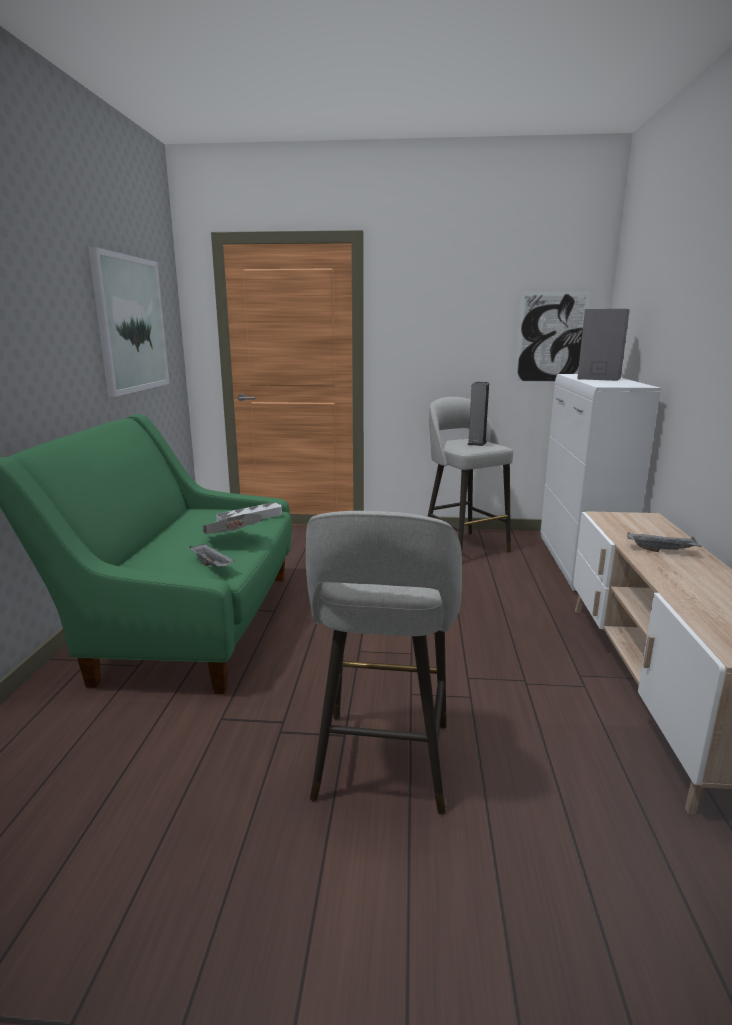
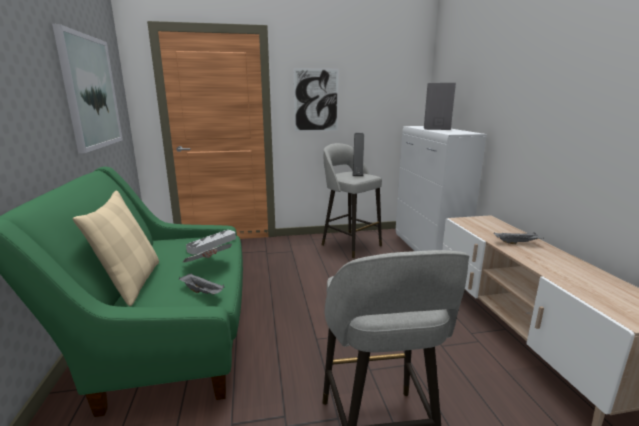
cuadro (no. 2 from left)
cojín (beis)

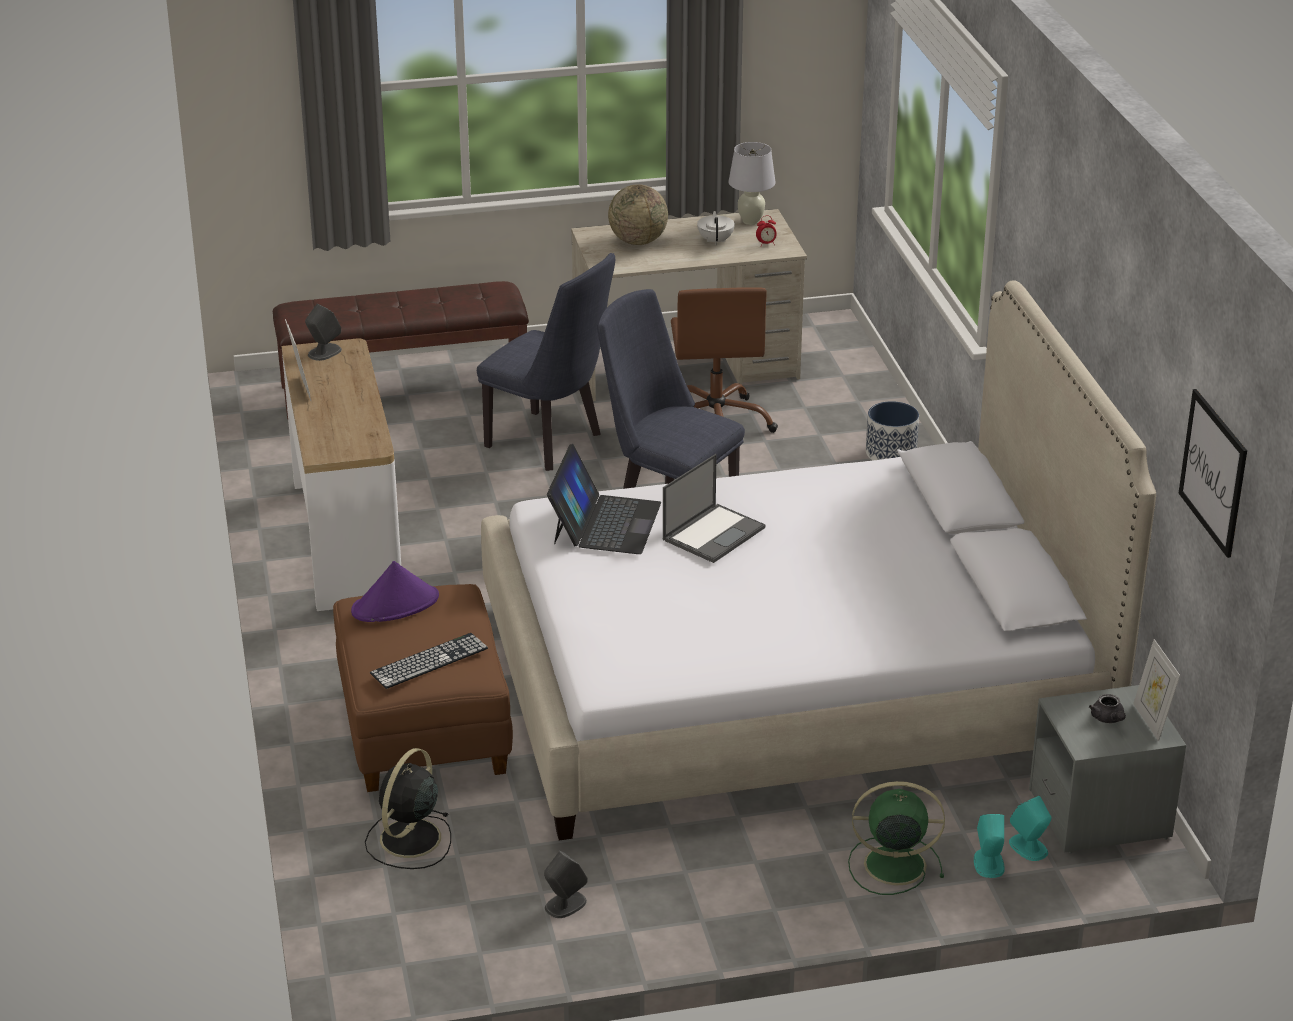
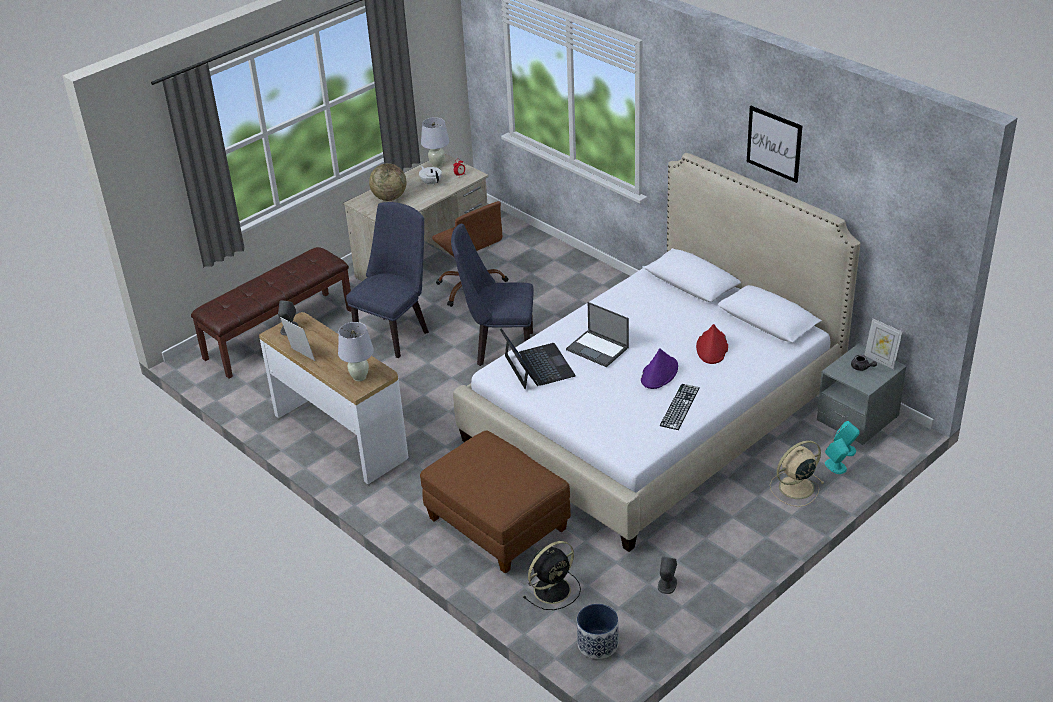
sombrero (morado)
ventilador (negro)
teclado
silla (azul) (no. 1 from left)
portátil (no. 2 from left)
ventilador (beis)
maceta
cuadro
lámpara de mesa (blanco) (no. 1 from left)
sombrero (rojo)

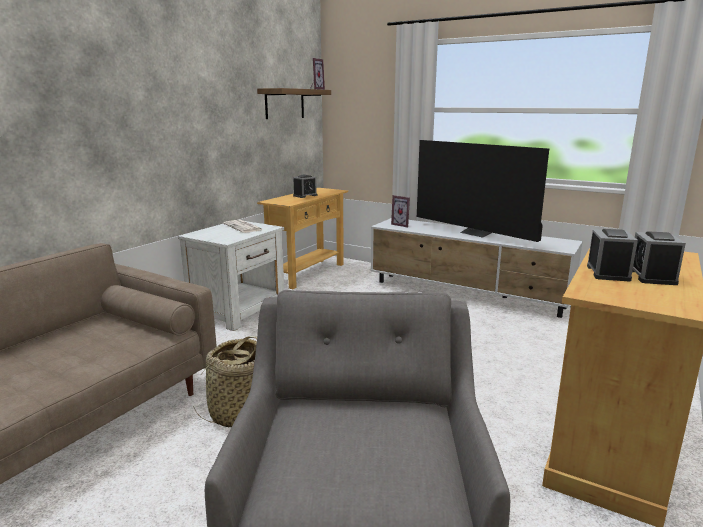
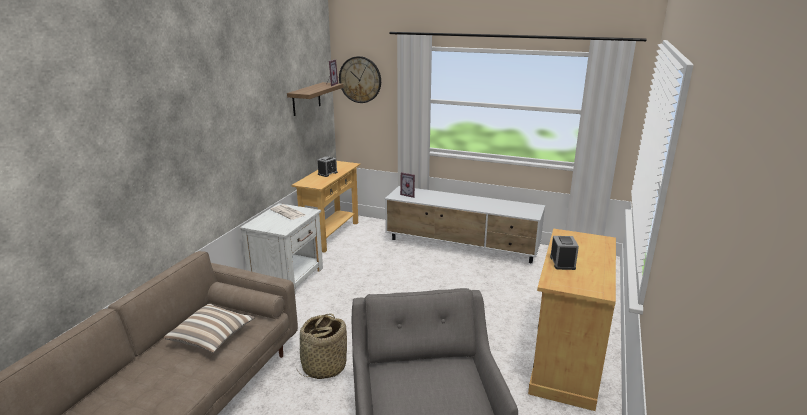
televisor
despertador (no. 3 from left in the first image)
cojín
reloj de pared

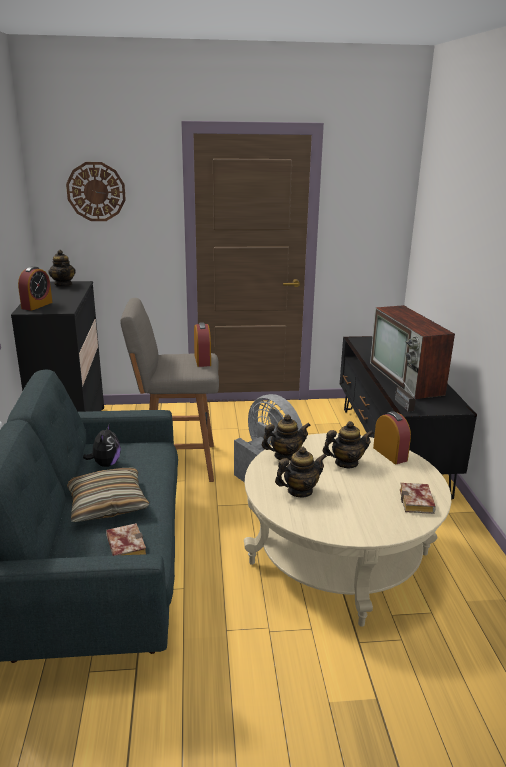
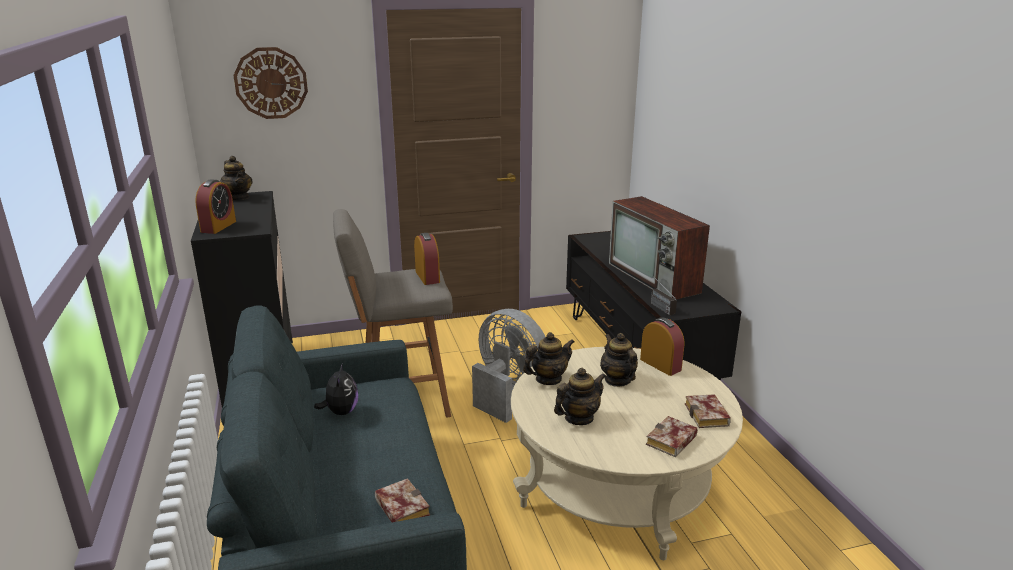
cojín
tetera (no. 4 from left)
libro (no. 2 from left)

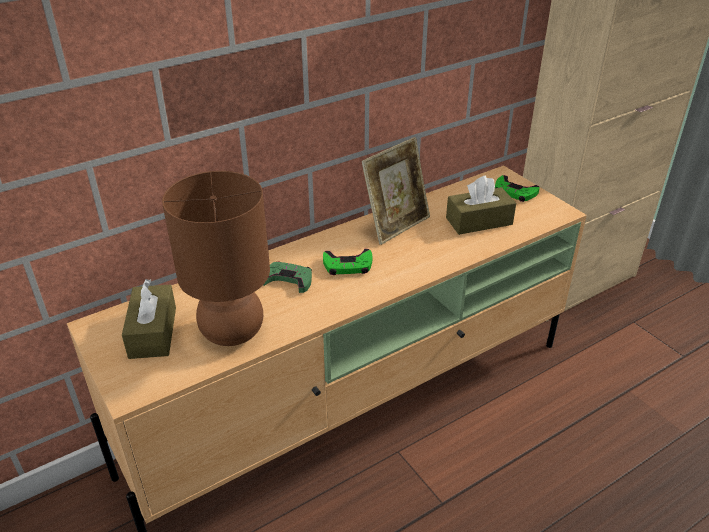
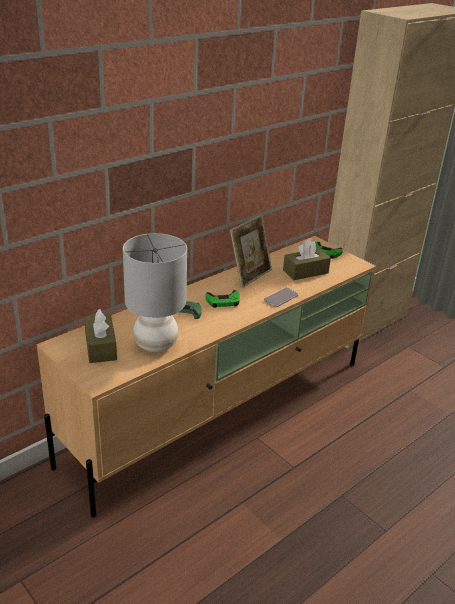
lámpara de mesa (gris)
móvil

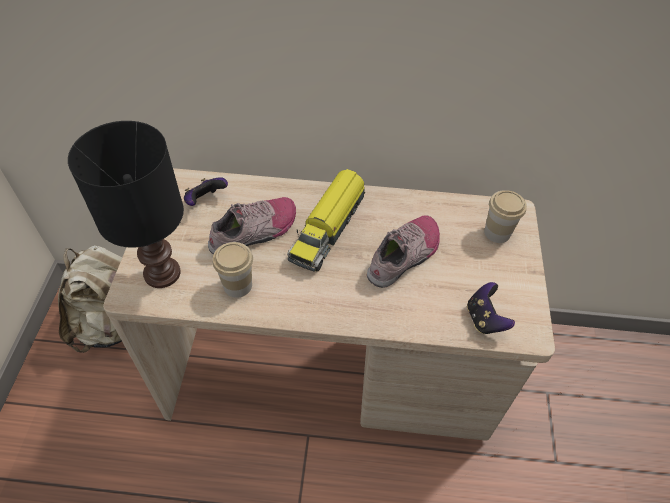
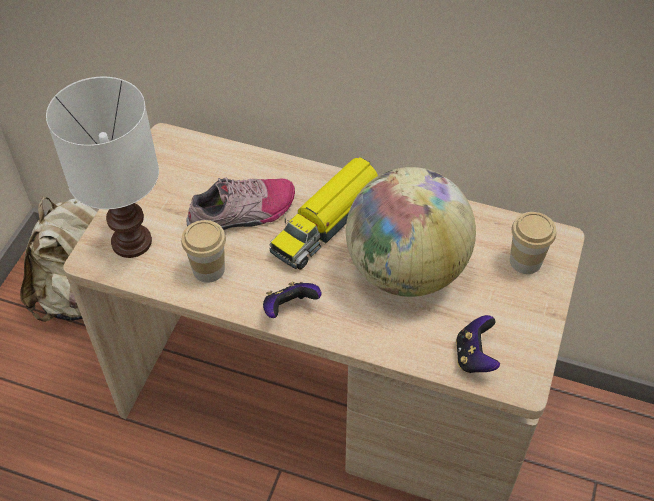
lámpara de mesa (blanco)
mando de consola (no. 1 from left)
globo terráqueo

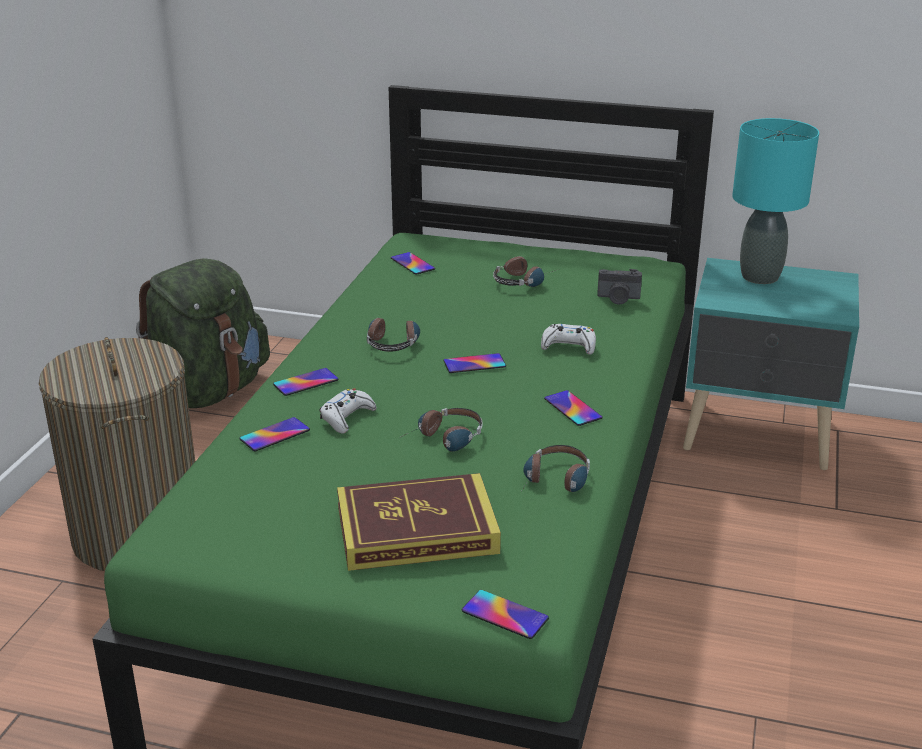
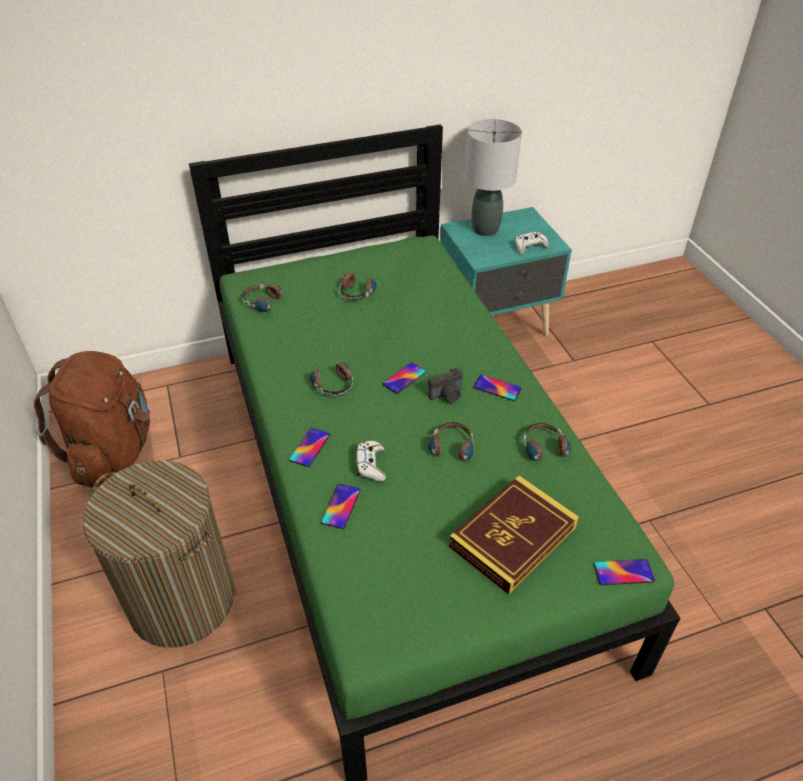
mochila (marrón)
auriculares (no. 1 from left)
mando de consola (blanco) (no. 2 from left)
cámara
lámpara de mesa (gris)

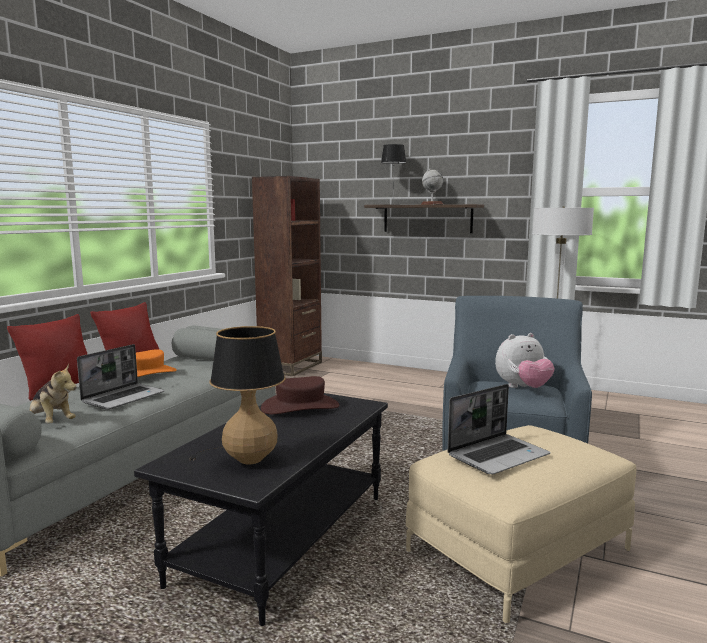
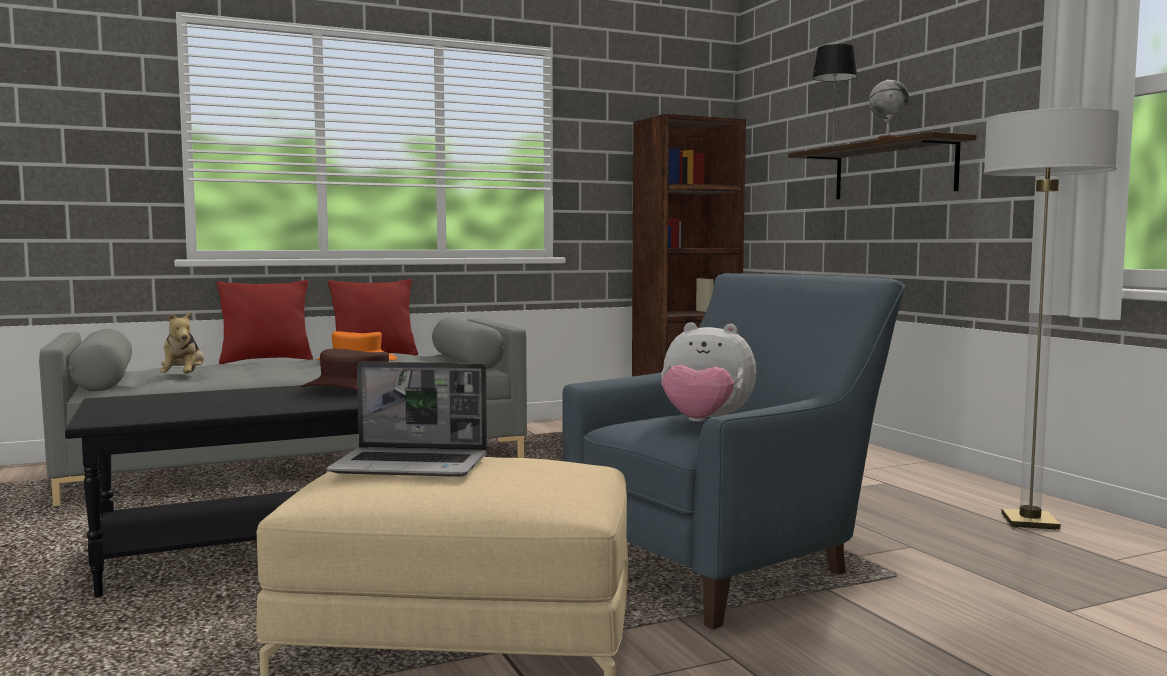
portátil (no. 1 from left in the first image)
lámpara de mesa (no. 1 from left in the first image)

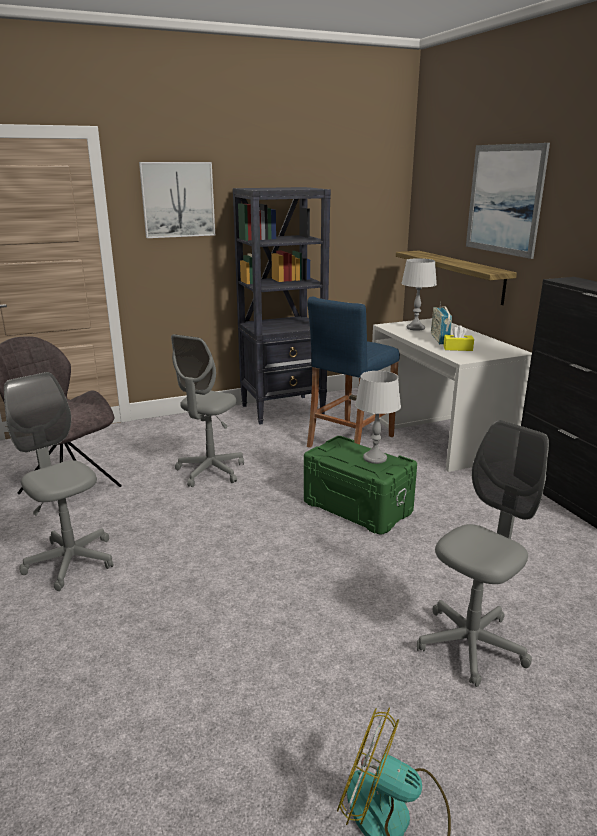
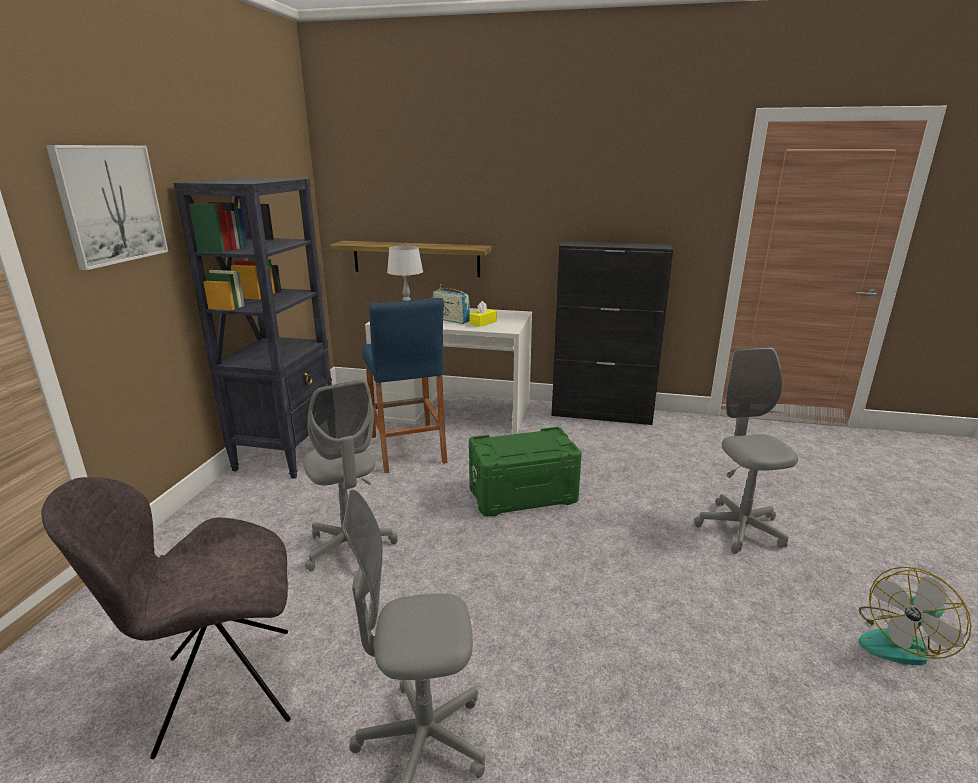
lámpara de mesa (gris) (no. 1 from left in the first image)
cuadro (no. 2 from left in the first image)

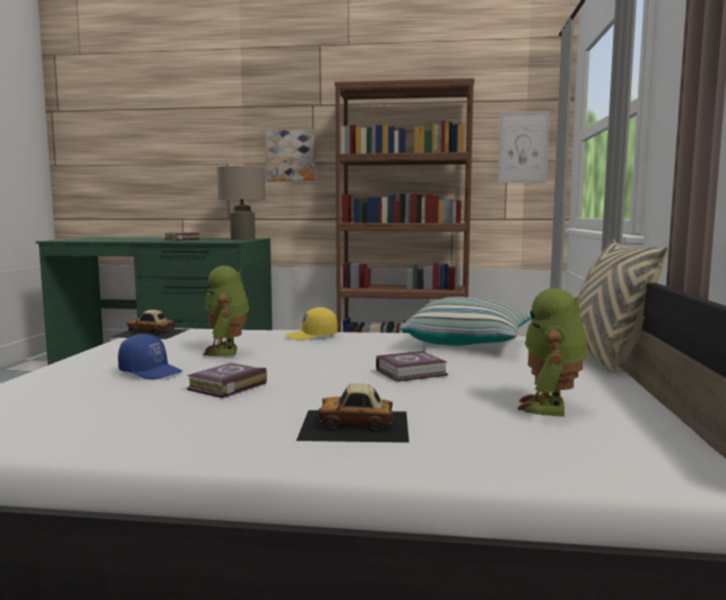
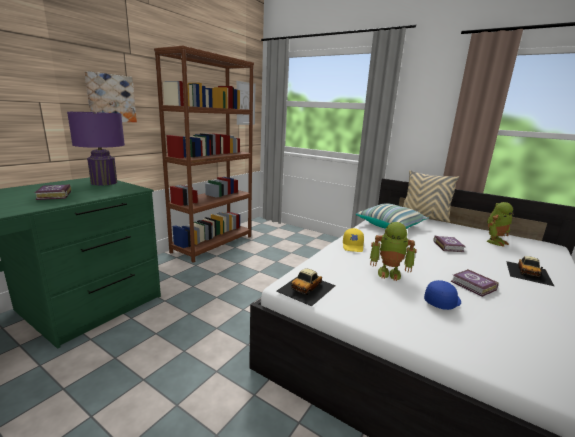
lámpara de mesa (morado)
robot de juguete (no. 2 from left)

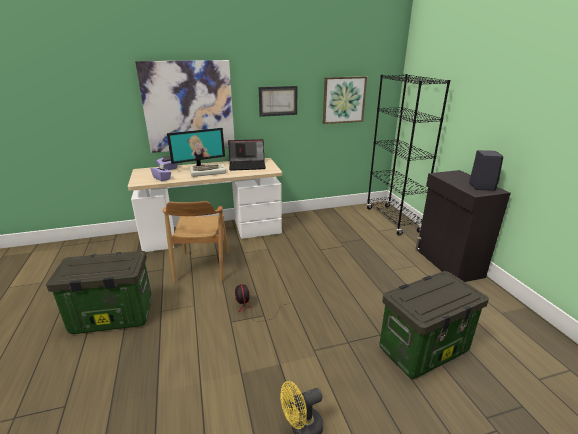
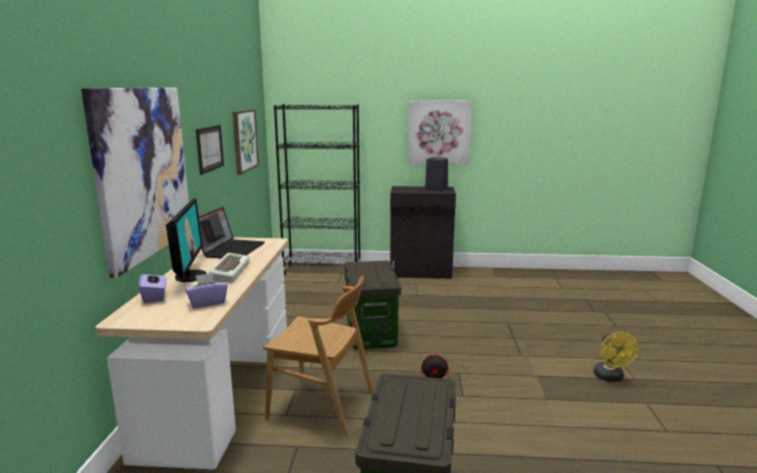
caja de almacenaje (no. 1 from left)
cuadro (no. 4 from left)

